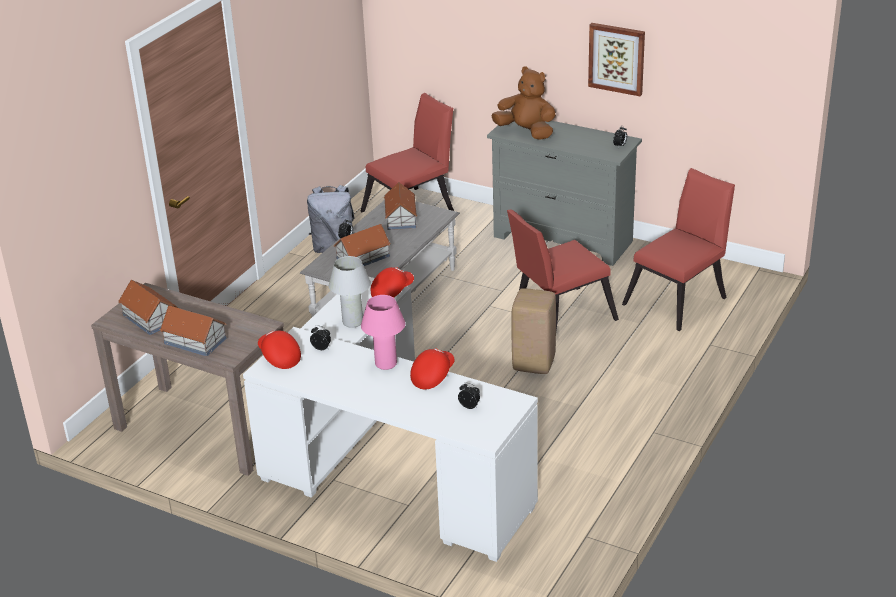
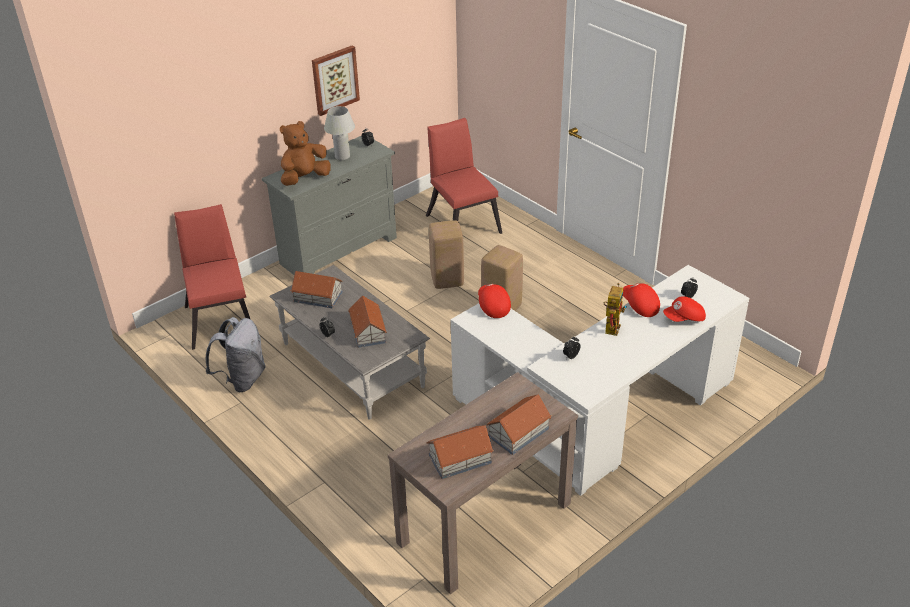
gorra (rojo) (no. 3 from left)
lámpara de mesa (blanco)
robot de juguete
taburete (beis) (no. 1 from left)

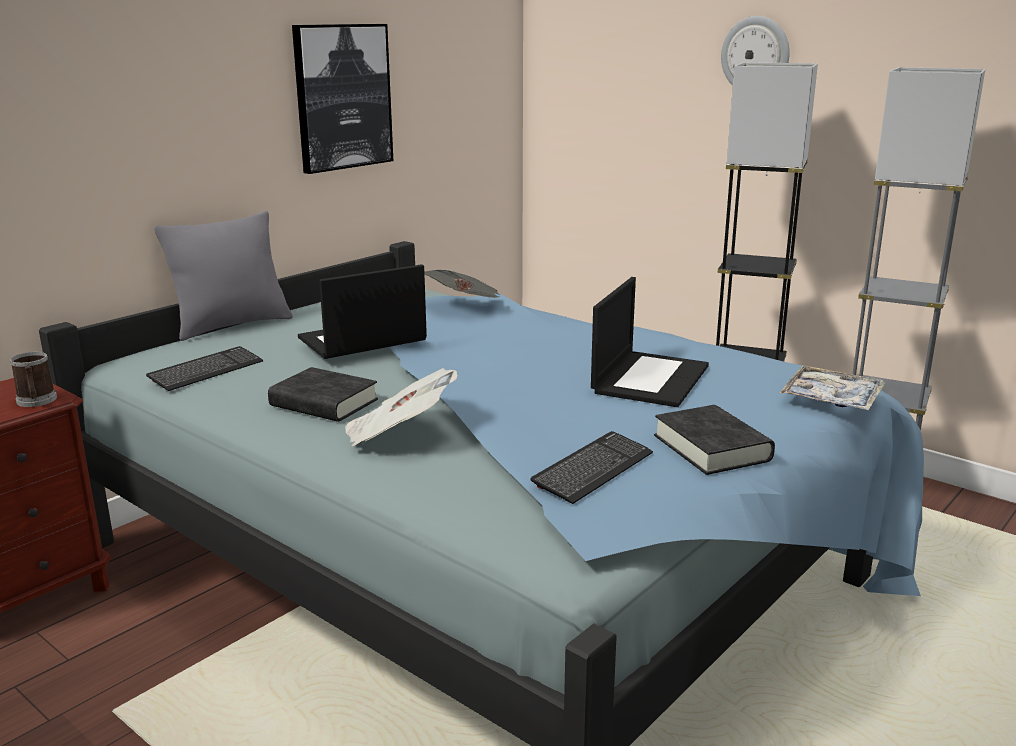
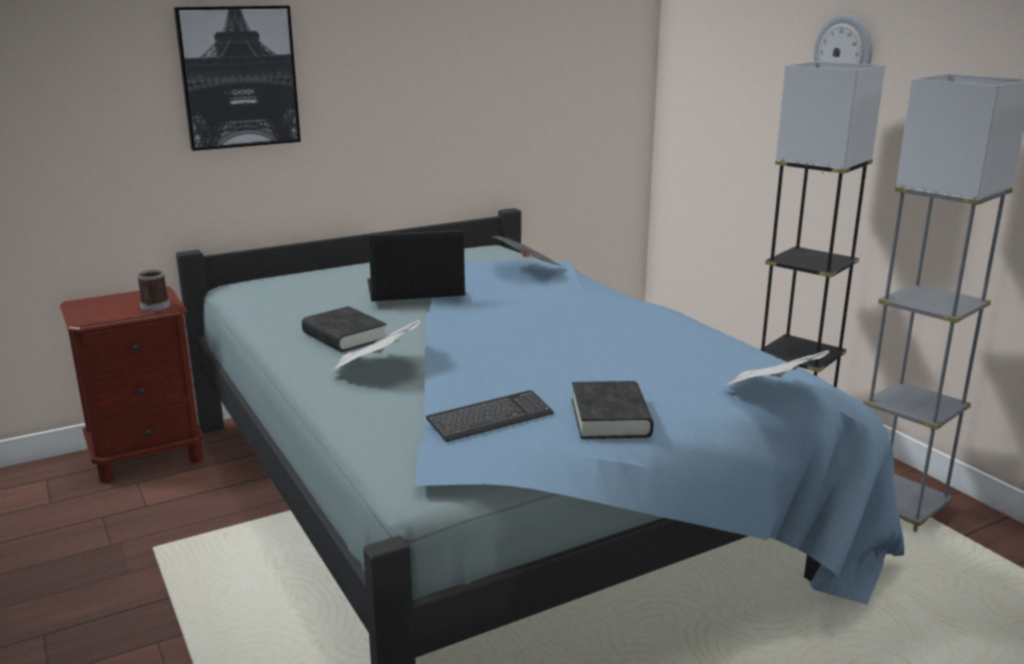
teclado (no. 1 from left in the first image)
cojín (gris)
cuadro
portátil (no. 2 from left in the first image)
periódico (no. 3 from left)

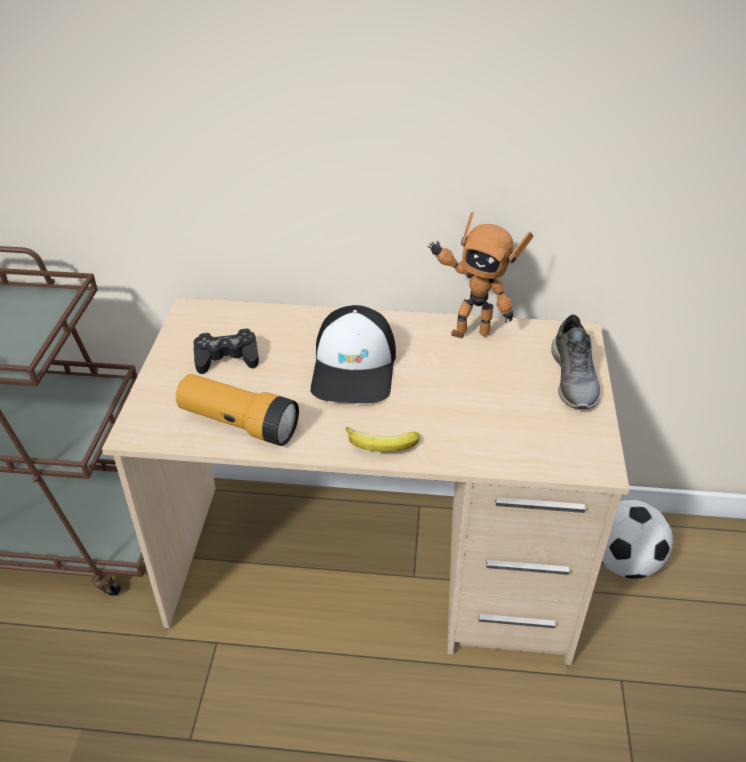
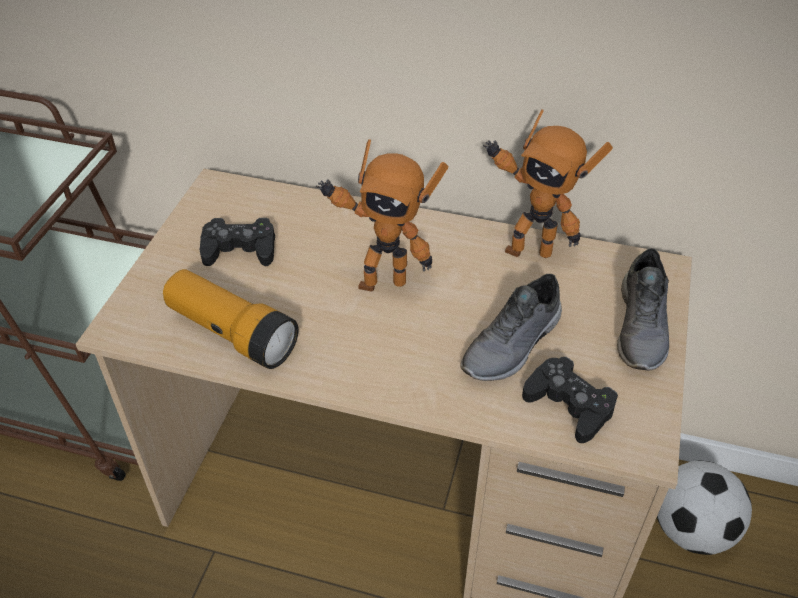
robot de juguete (no. 1 from left)
plátano
zapato (gris) (no. 1 from left)
mando de consola (negro) (no. 2 from left)

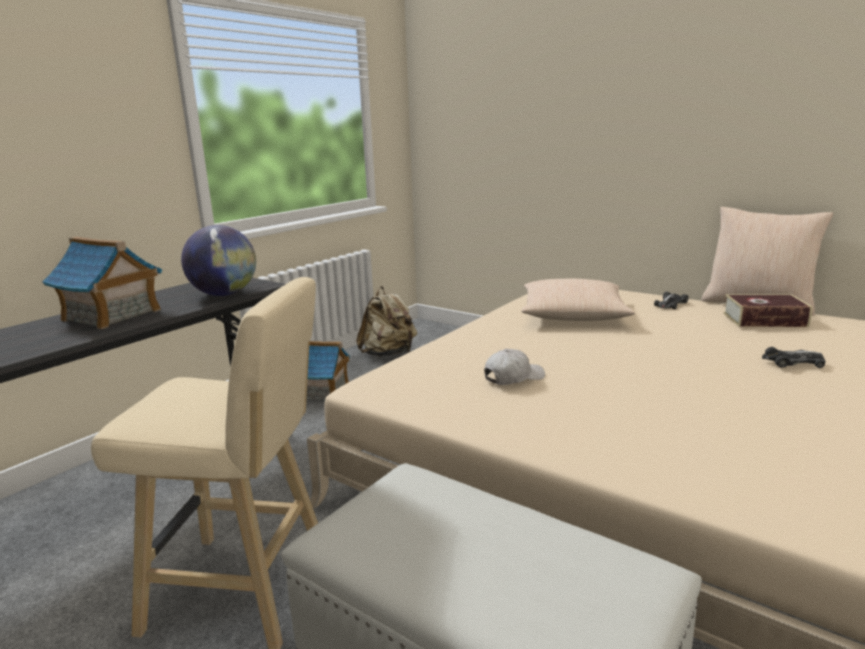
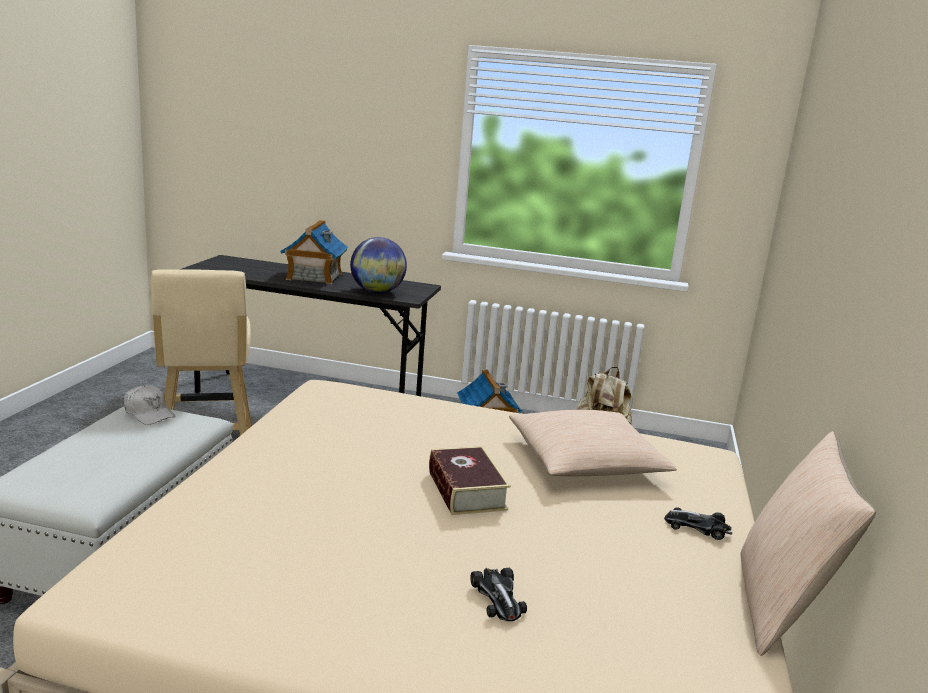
gorra (blanco)
libro

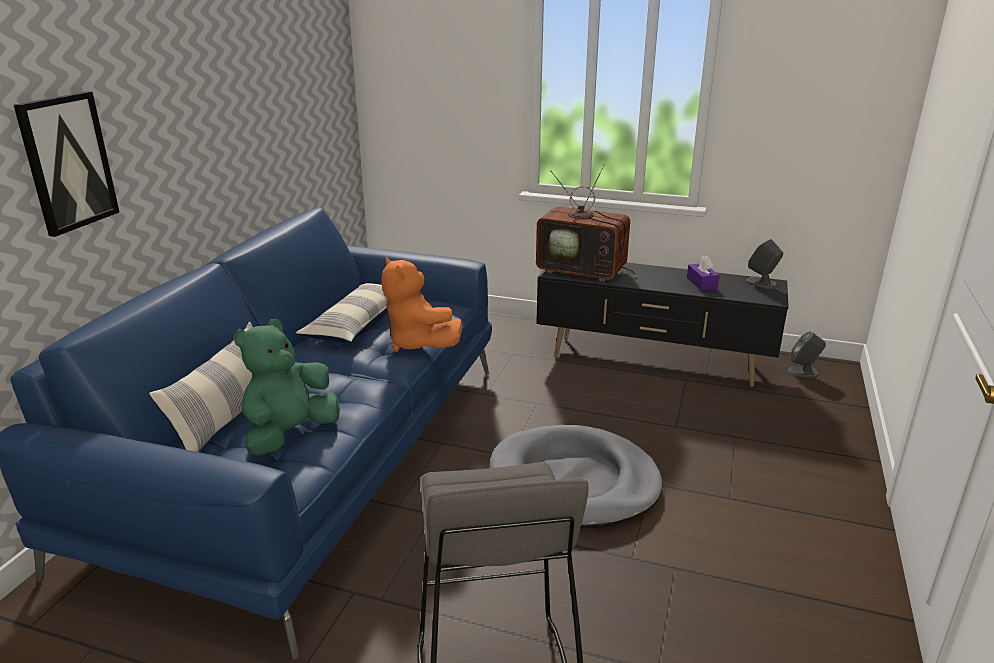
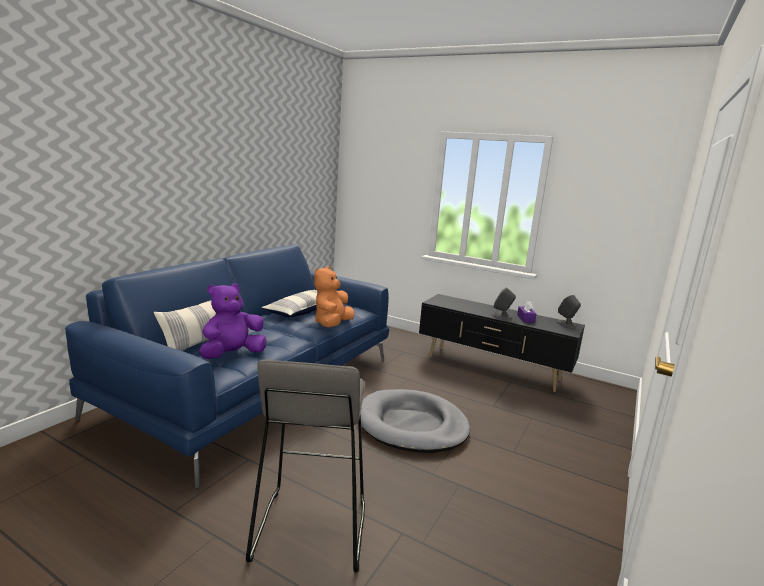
cuadro
peluche (morado)
peluche (naranja)
televisor
altavoz (gris) (no. 1 from left)

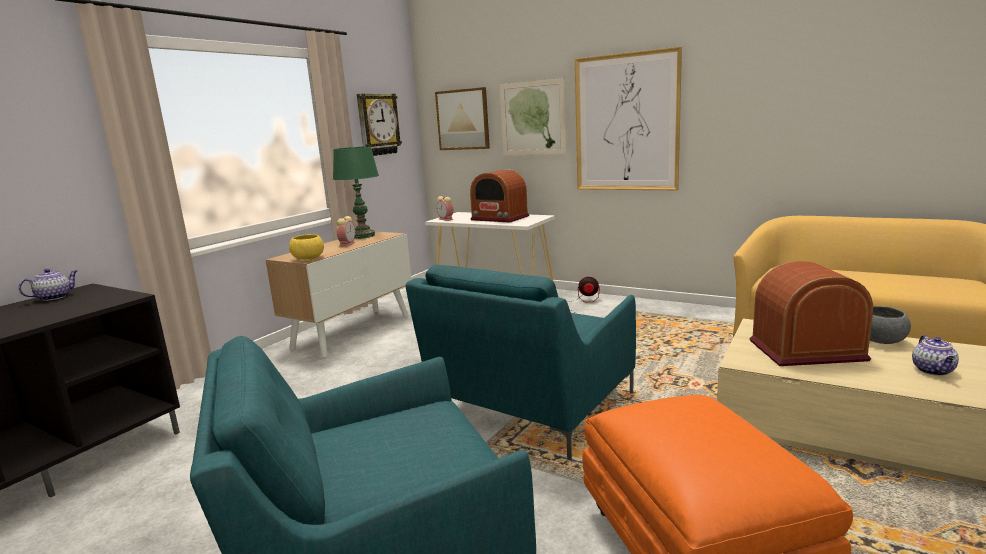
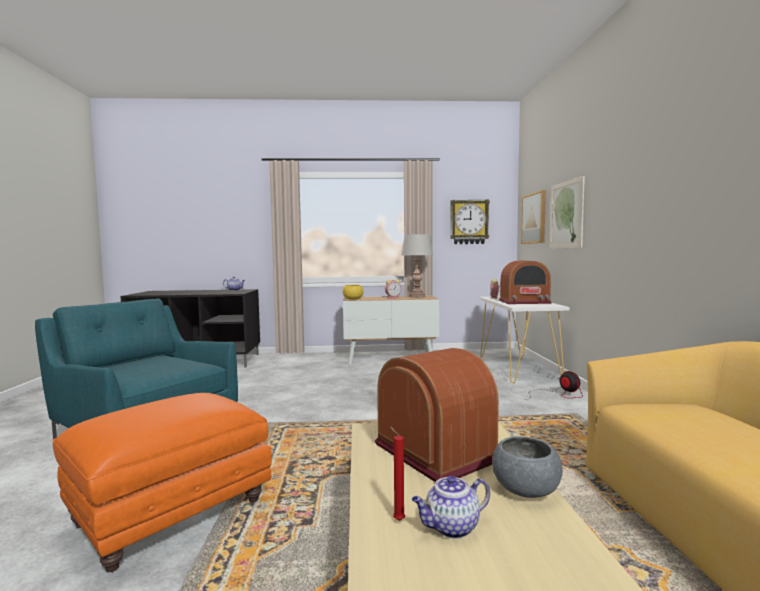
lámpara de mesa (gris)
sillón (turquesa) (no. 2 from left in the first image)
radio (no. 2 from left)
cuadro (no. 3 from left in the first image)
vela (rojo)

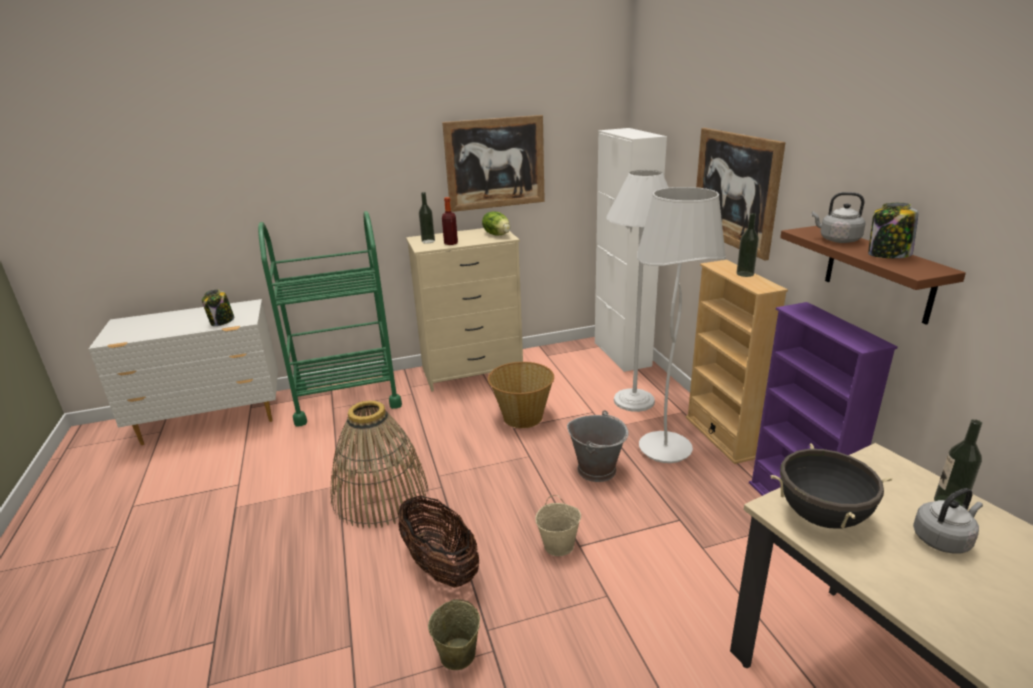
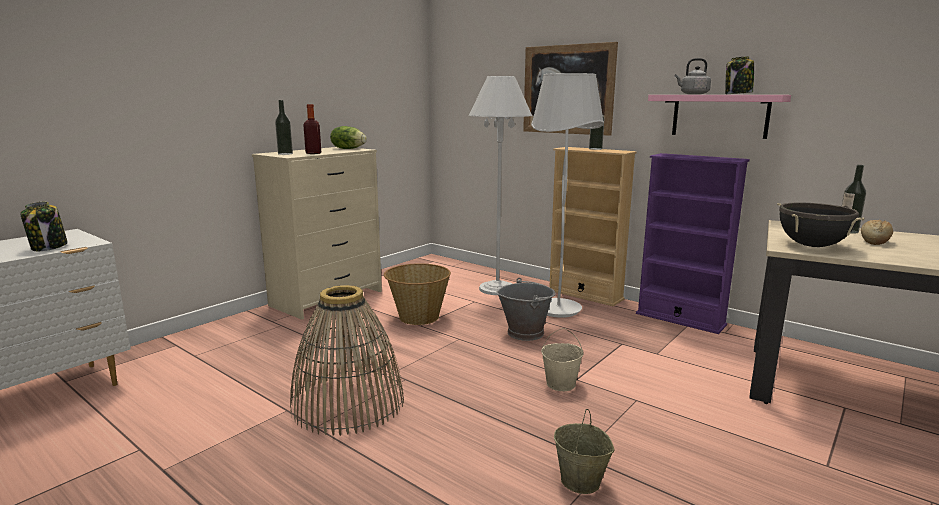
carrito (verde)
cesta (no. 2 from left in the first image)
cuadro (no. 1 from left in the first image)
armario (blanco)
estante (rosa)
pan

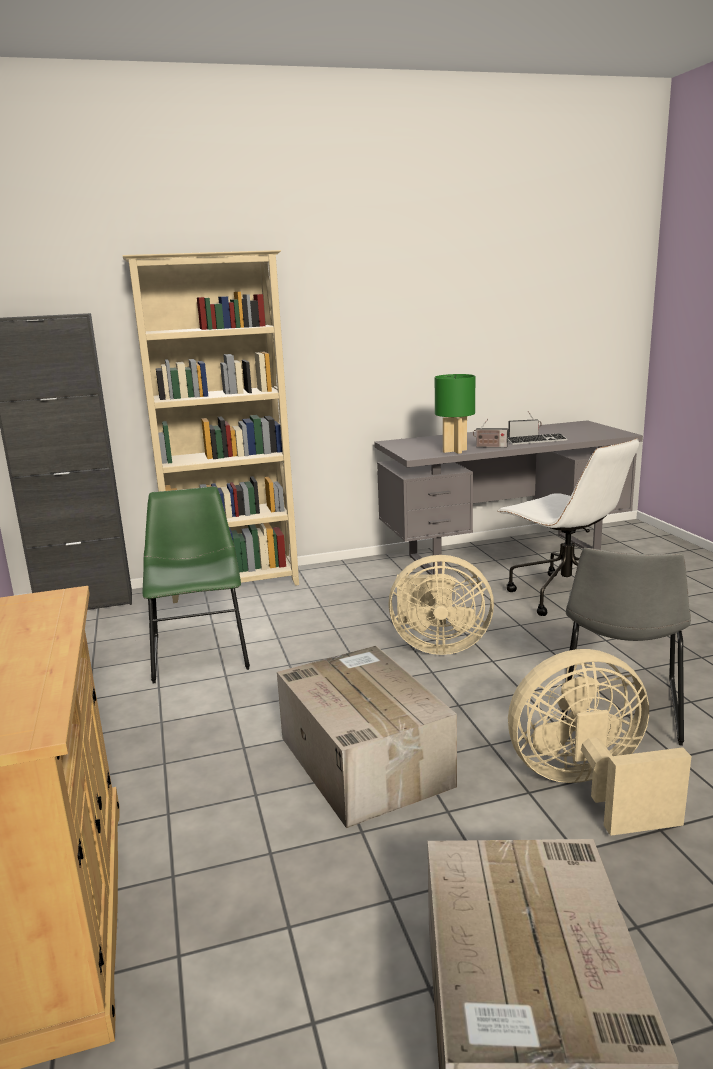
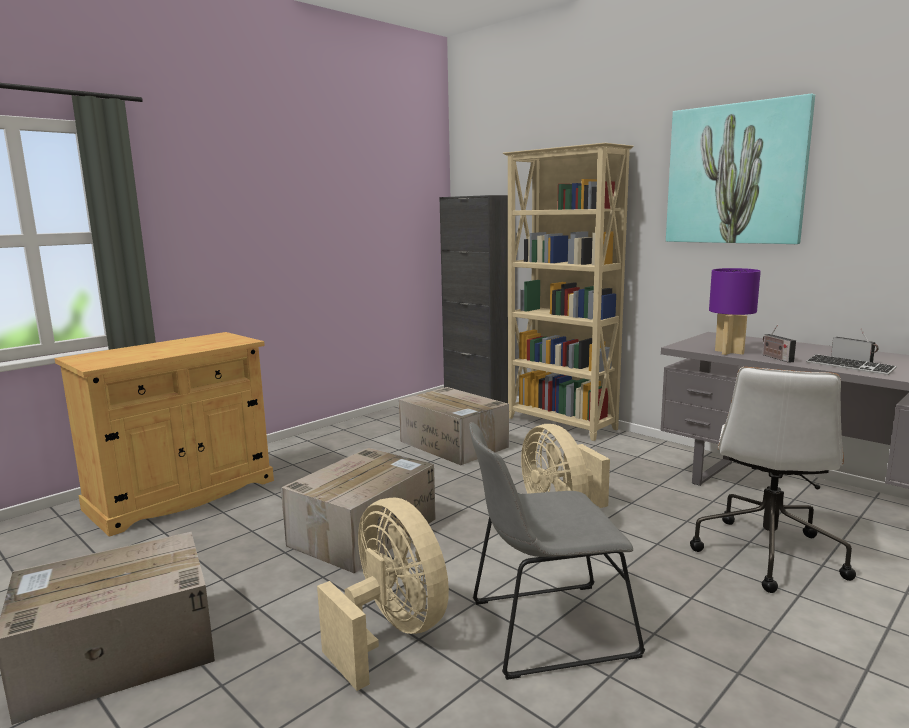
caja de cartón (no. 3 from left)
lámpara de mesa (morado)
cuadro

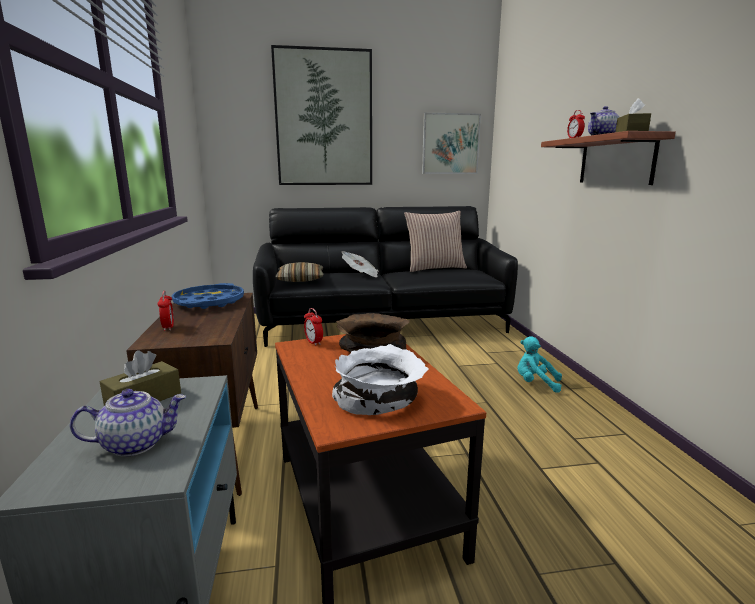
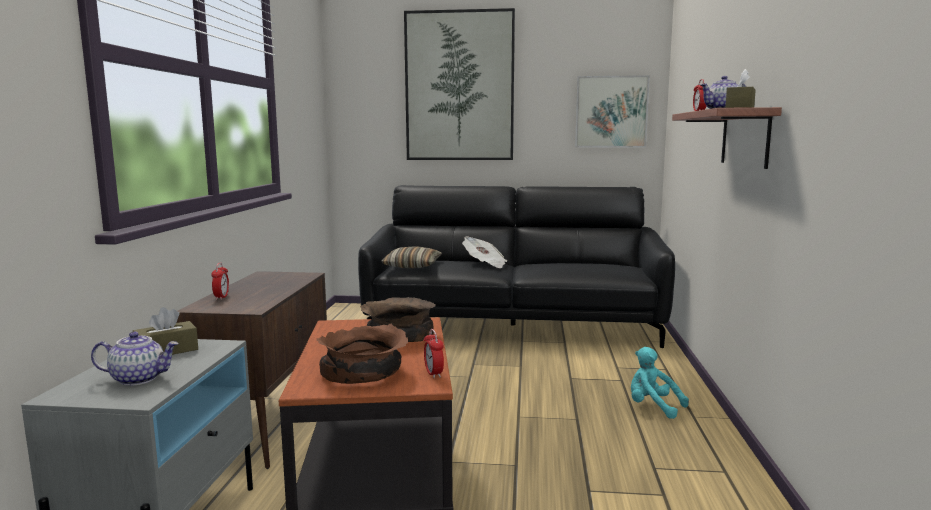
bandeja (azul)
despertador (no. 2 from left)
cuenco (marrón) (no. 1 from left)
cojín (no. 2 from left in the first image)

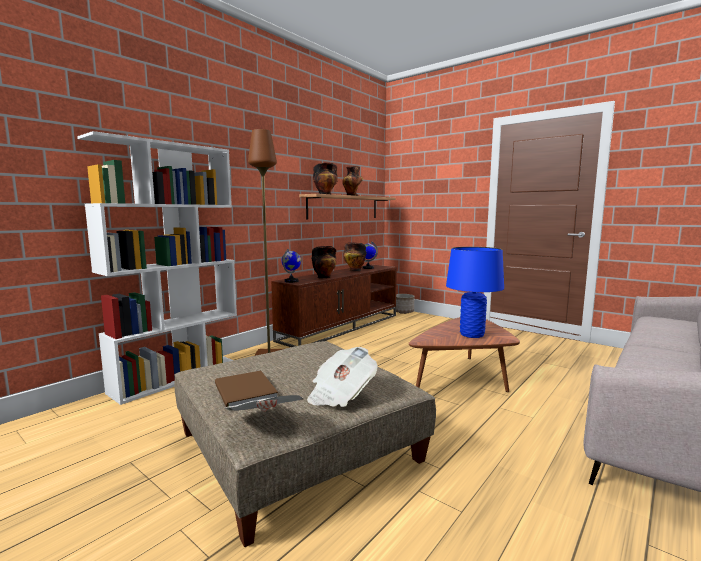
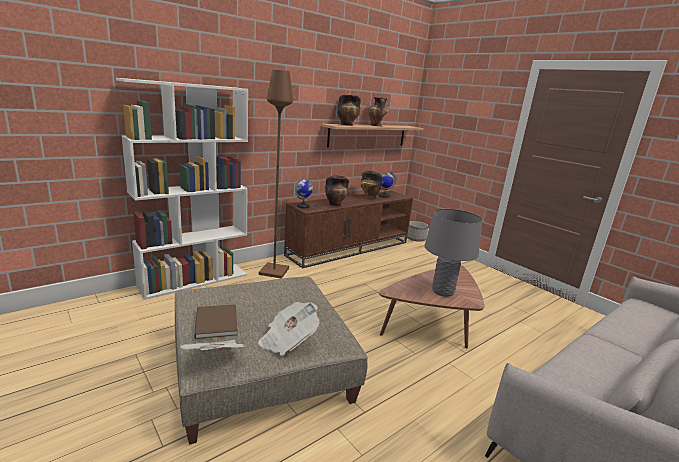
lámpara de mesa (gris)

